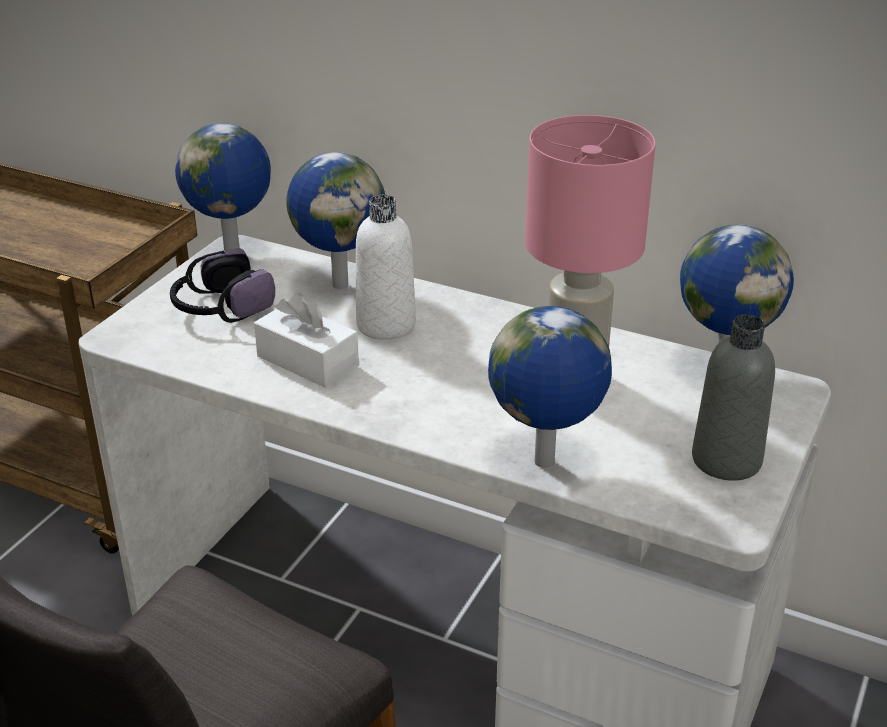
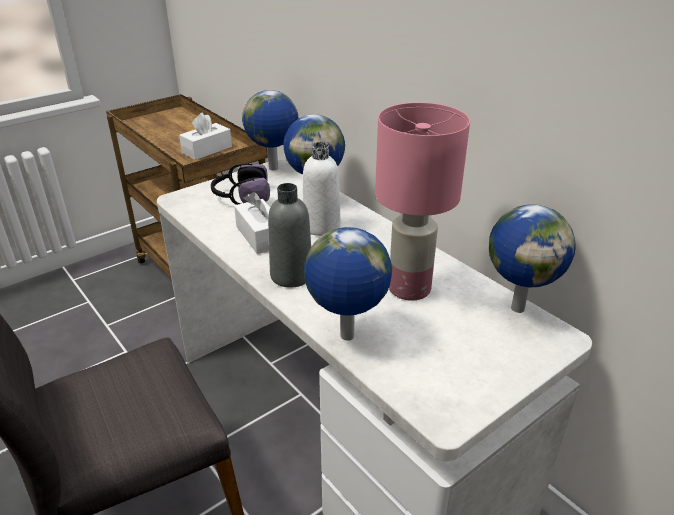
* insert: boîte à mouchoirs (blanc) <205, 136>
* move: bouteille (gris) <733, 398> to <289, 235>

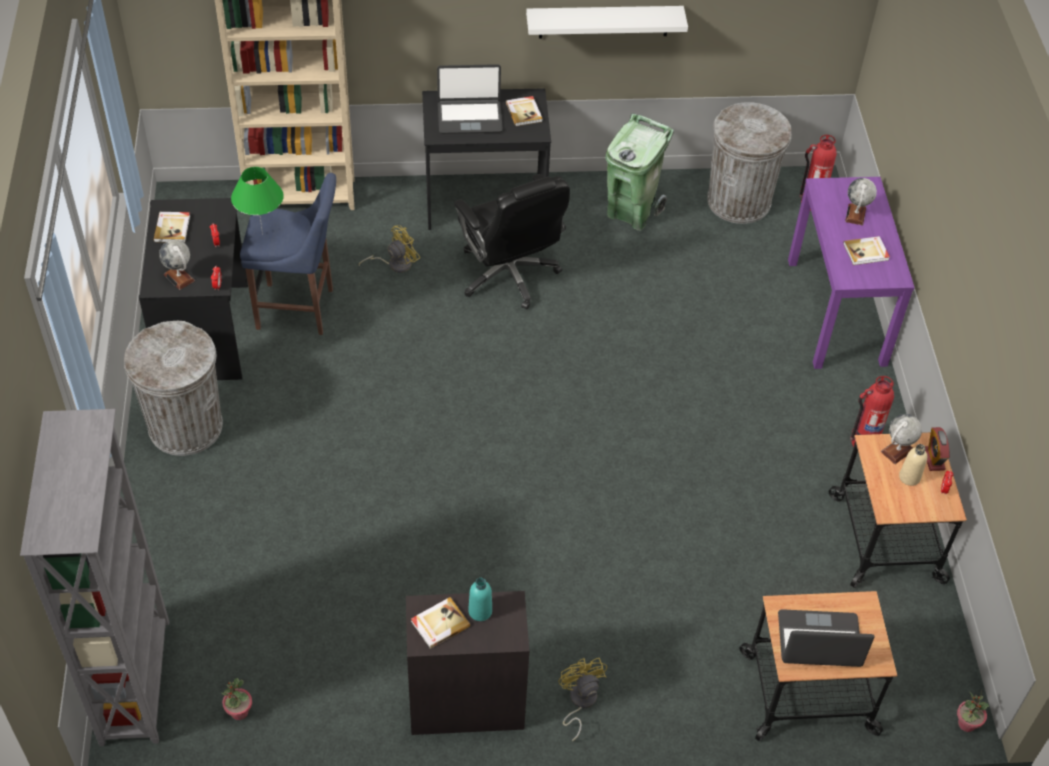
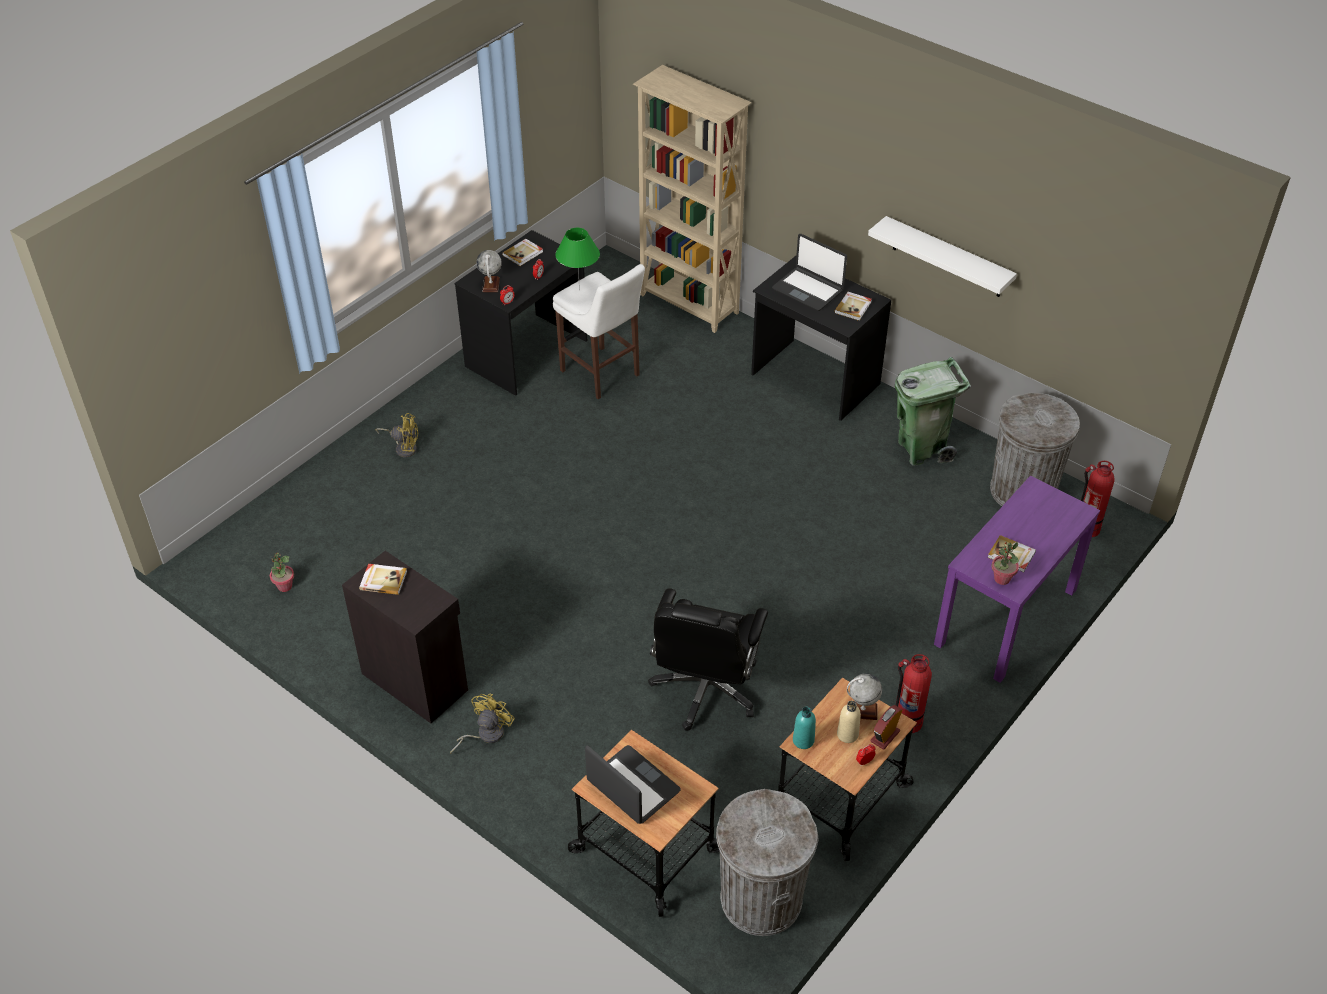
* delete: bibliothèque (gris) <94, 577>
* delete: globe <861, 201>
* move: poubelle (gris) <173, 388> to <767, 862>
* move: ventilateur (jaune) <389, 249> to <397, 435>
* move: chaise de bureau (noir) <512, 241> to <708, 659>
* move: bouteille (turquoise) <480, 599> to <804, 728>
* move: plante en pot <973, 711> to <1005, 563>
* recolor: tabouret (bleu) <288, 254> to tabouret (blanc) <599, 331>

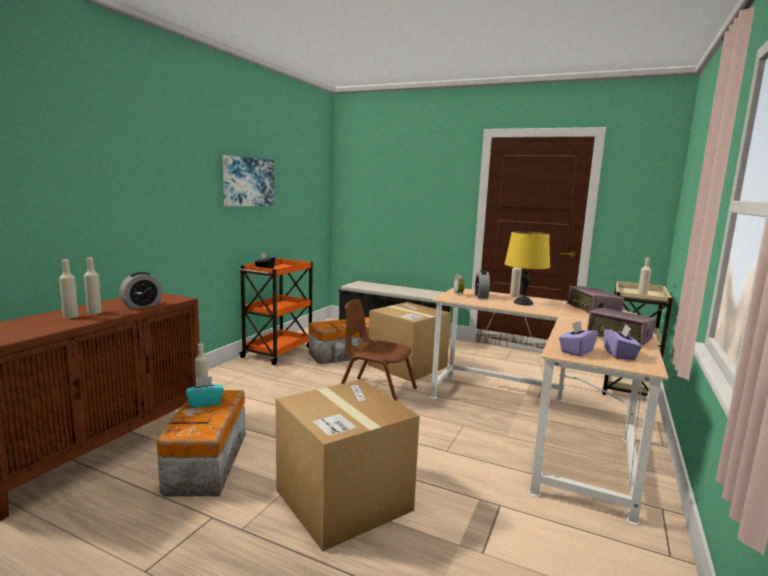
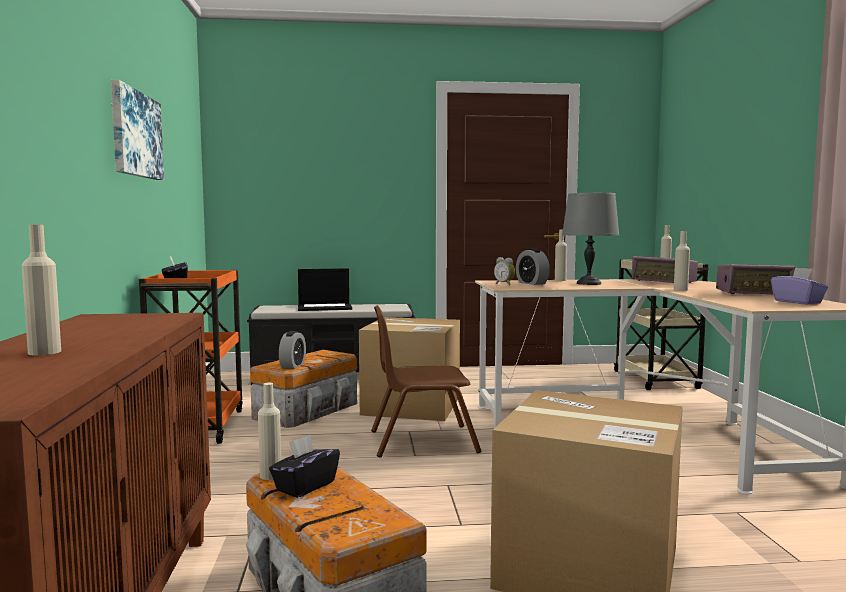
* delete: boîte à mouchoirs (violet) <578, 338>
* insert: ordinateur portable <325, 289>
* move: bouteille (beige) <93, 286> to <682, 261>
* move: réveil <141, 290> to <292, 350>
* recolor: boîte à mouchoirs (turquoise) <204, 392> to boîte à mouchoirs (noir) <304, 466>
* recolor: lampe de table (jaune) <527, 268> to lampe de table (gris) <590, 239>

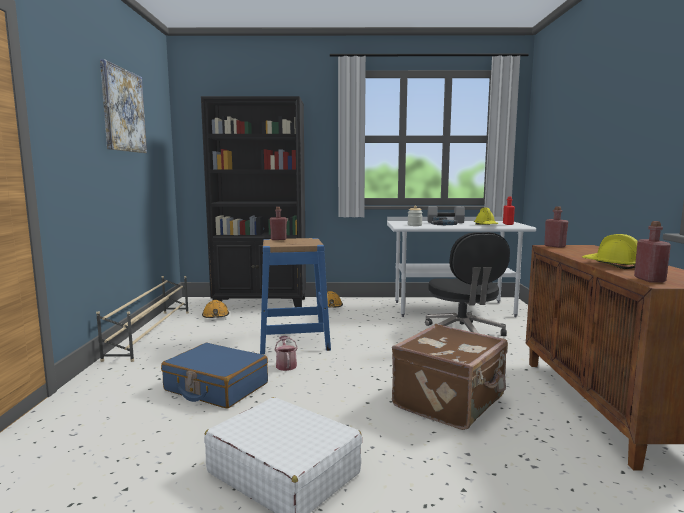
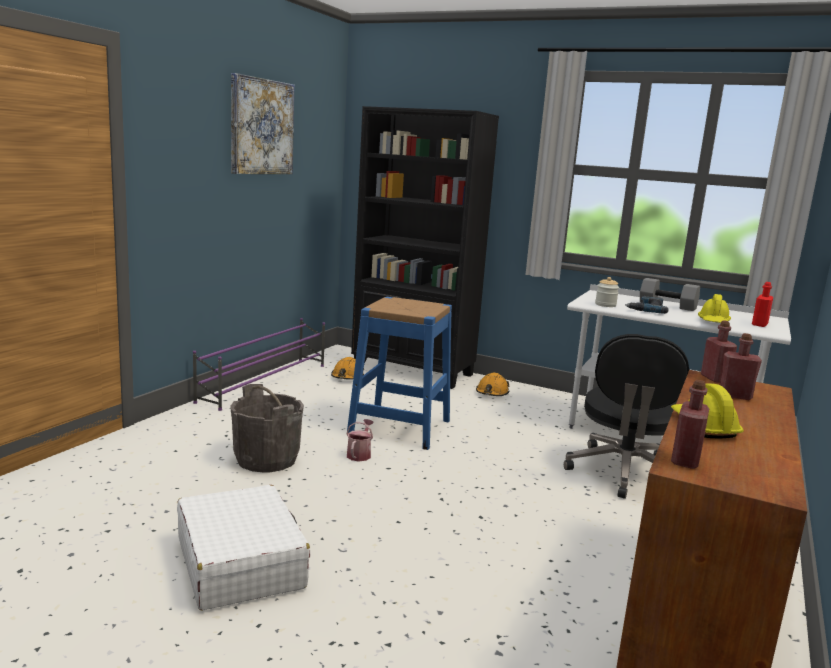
* delete: valise (marron) <450, 377>
* move: bouteille (rouge) <278, 223> to <741, 366>
* replace: valise (bleu) <214, 376> to seau (gris) <267, 428>
* recolor: étagère à chaussures (beige) <142, 319> to étagère à chaussures (violet) <259, 364>

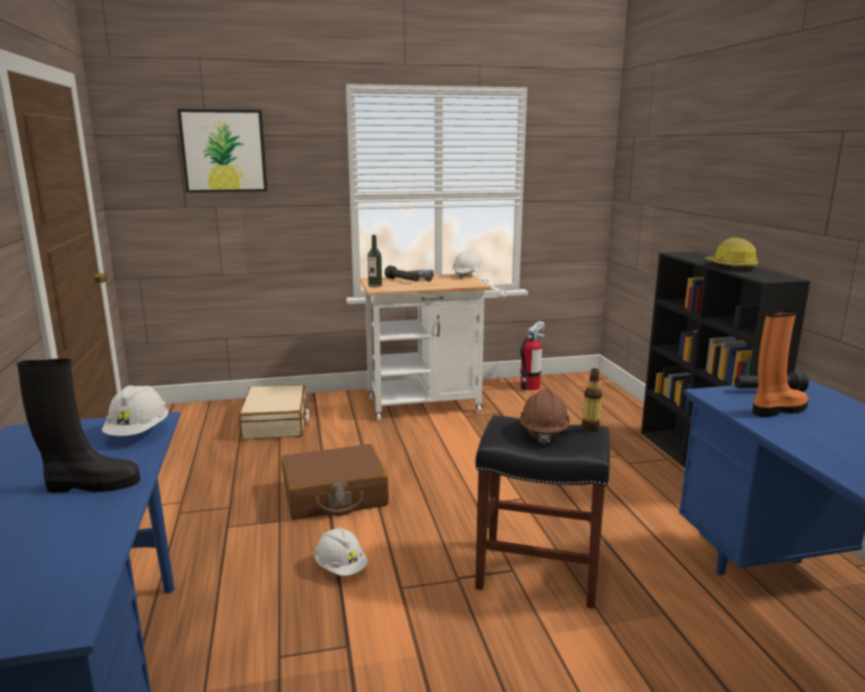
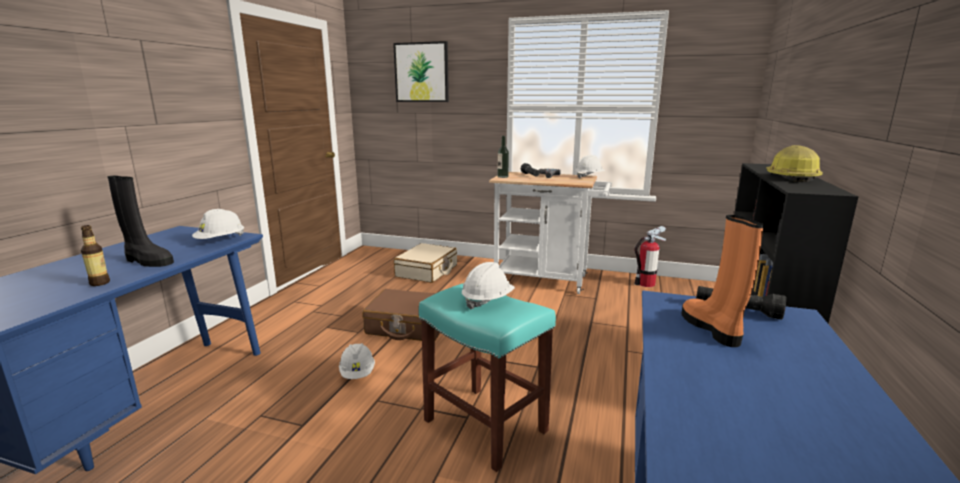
* move: bouteille <592, 400> to <95, 255>
* recolor: tabouret (noir) <542, 511> to tabouret (turquoise) <487, 377>
* recolor: casque de chantier (marron) <545, 417> to casque de chantier (blanc) <488, 286>
* rotate: botte (orange) <780, 363> = <722, 281> 105 degrees counterclockwise

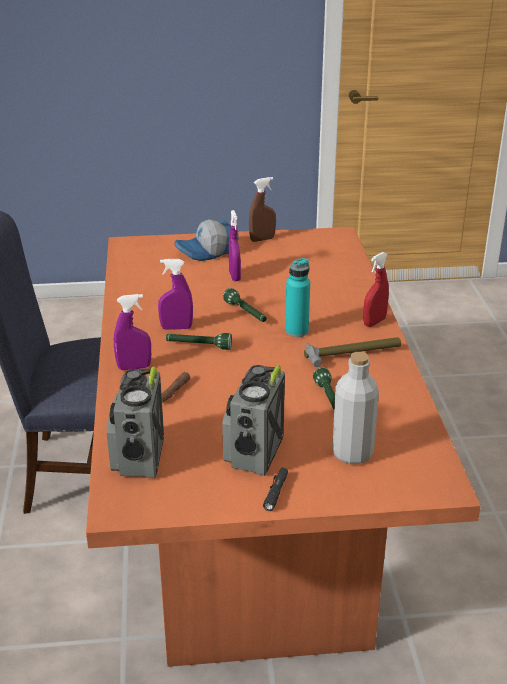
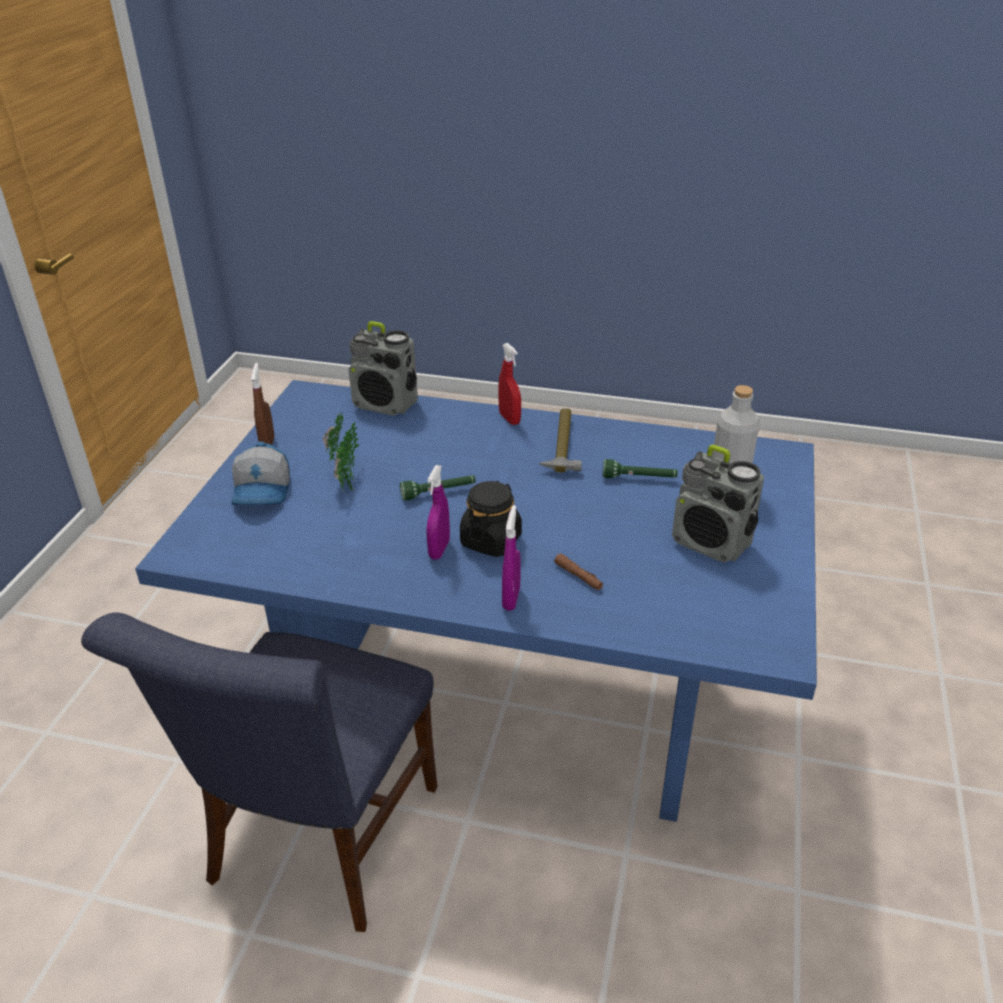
* delete: lampe de poche (noir) <275, 489>
* delete: bouteille (turquoise) <297, 297>
* move: radio <135, 422> to <383, 368>
* replace: lampe de poche (vert) <199, 341> to bocal (noir) <491, 519>
* replace: vaporisateur (violet) <235, 245> to plante en pot <341, 451>
* recolor: table à manger (orange) <283, 447> to table à manger (bleu) <476, 601>

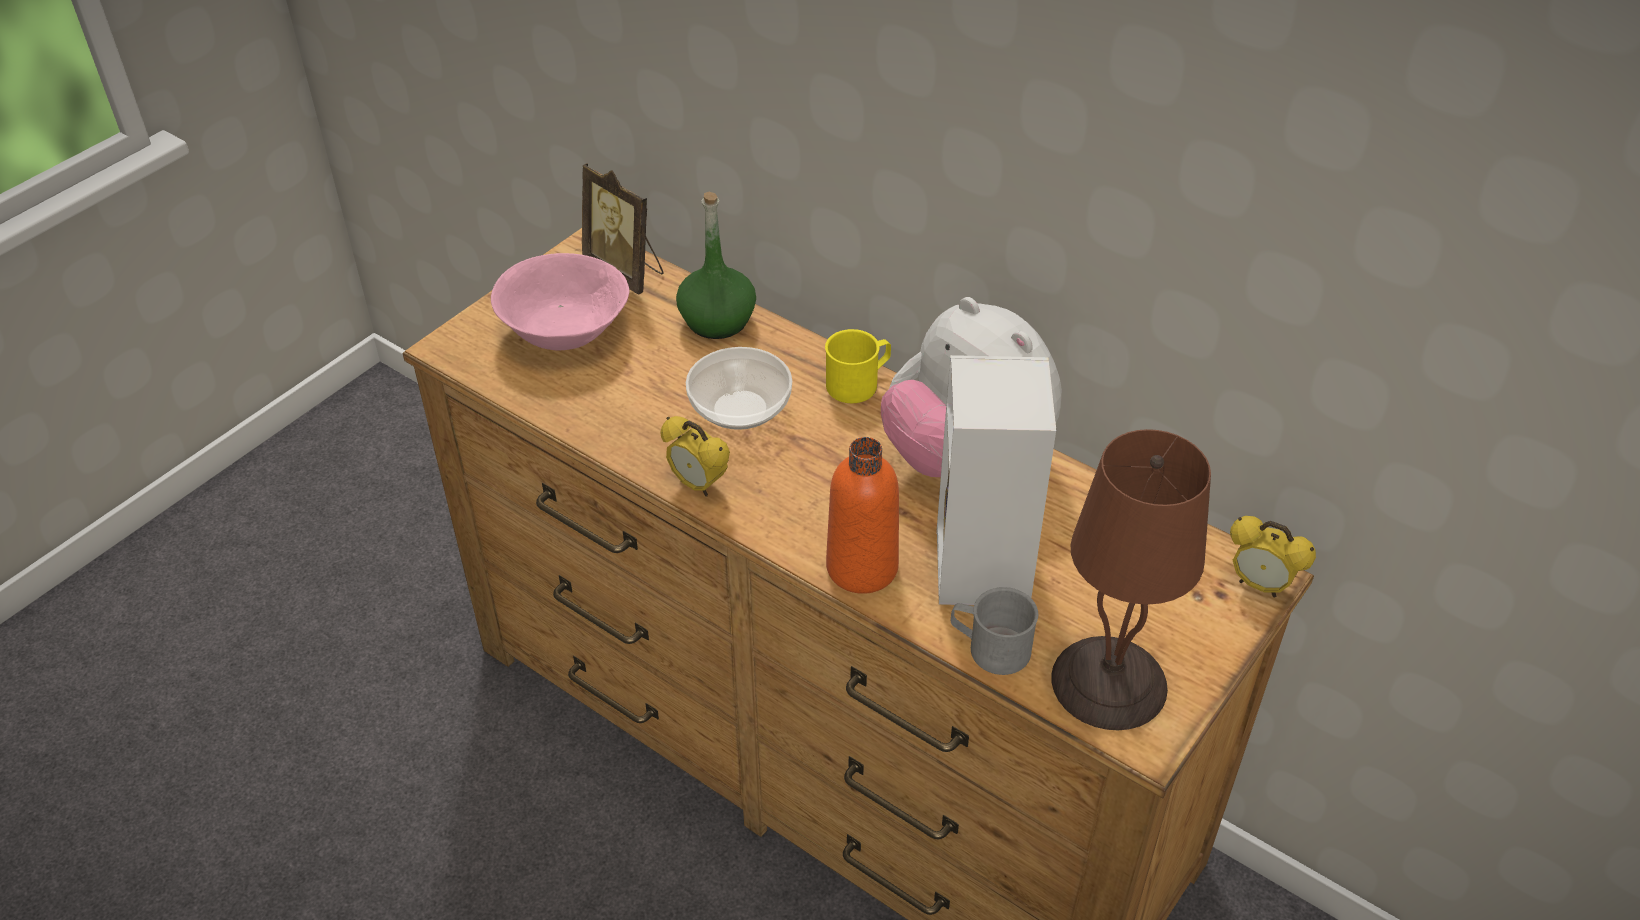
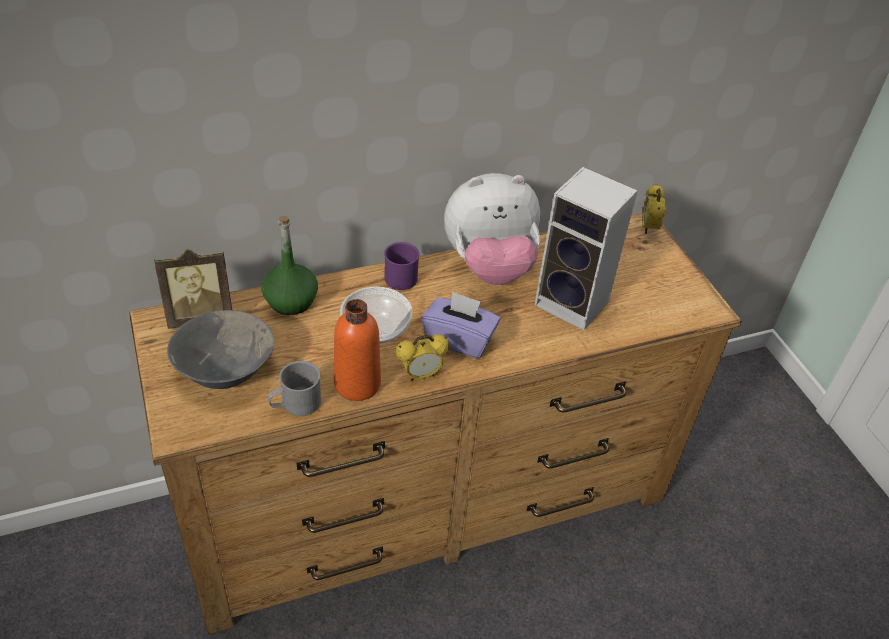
* delete: lampe de table (marron) <1131, 579>
* insert: boîte à mouchoirs (violet) <461, 324>
* move: bouteille (orange) <862, 515> to <357, 350>
* move: mug (gris) <994, 631> to <294, 388>
* recolor: bol (rose) <560, 301> to bol (gris) <221, 349>
* recolor: mug (jaune) <858, 366> to mug (violet) <401, 266>
* rotate: réveil <1273, 557> = <654, 209> 120 degrees clockwise

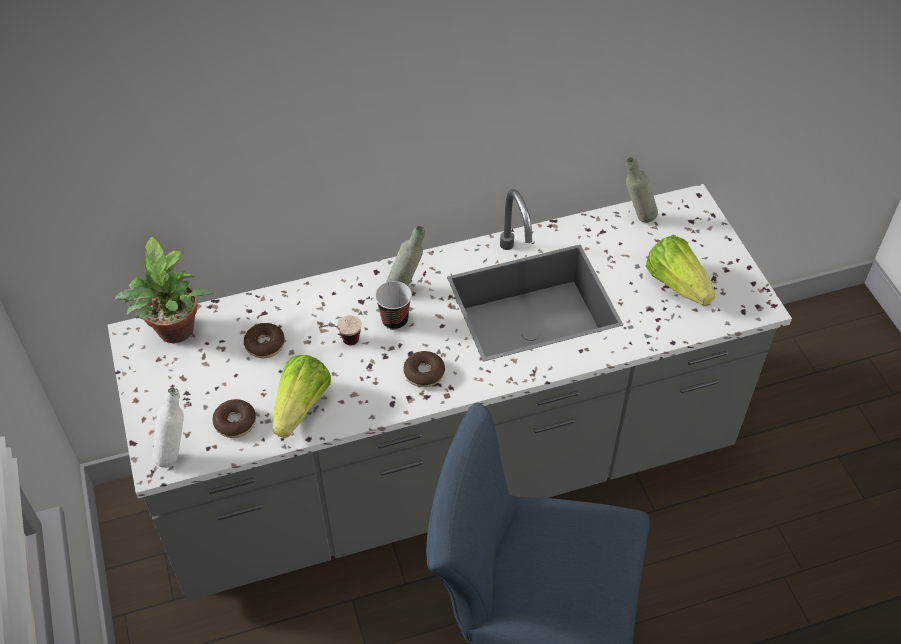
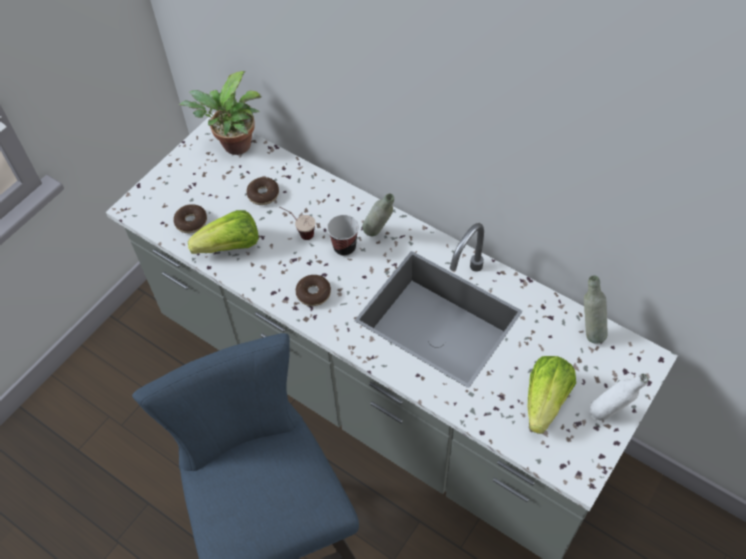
* move: bouteille (blanc) <168, 428> to <619, 397>

